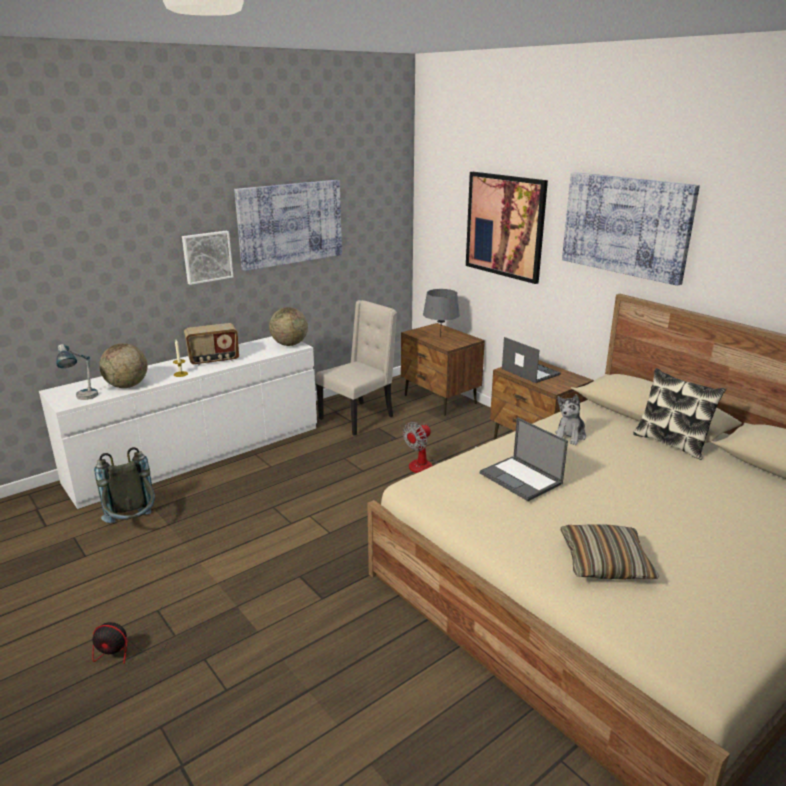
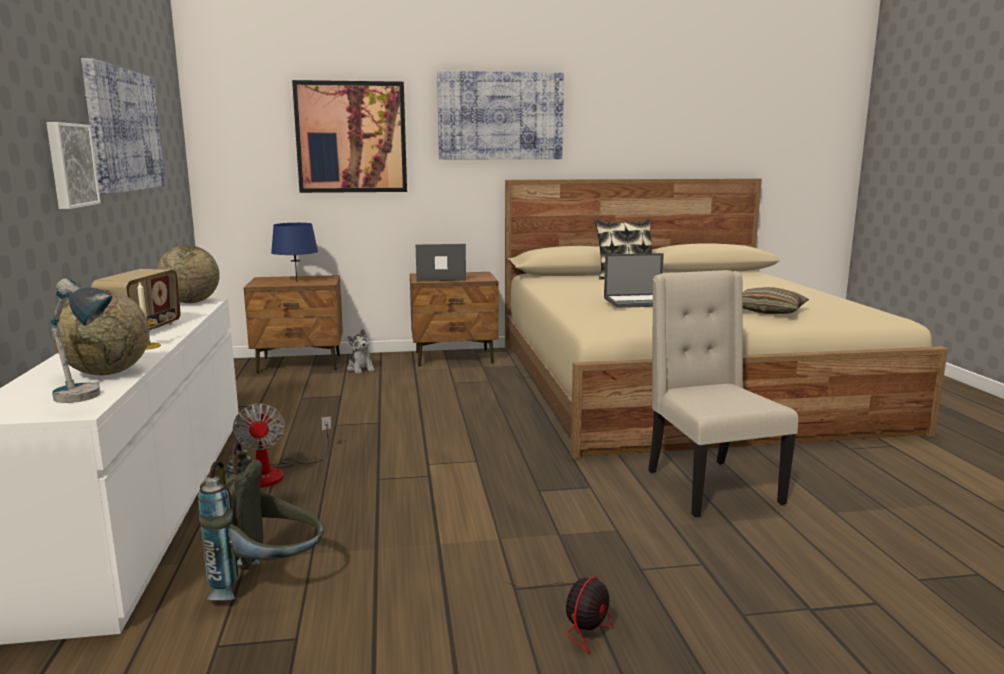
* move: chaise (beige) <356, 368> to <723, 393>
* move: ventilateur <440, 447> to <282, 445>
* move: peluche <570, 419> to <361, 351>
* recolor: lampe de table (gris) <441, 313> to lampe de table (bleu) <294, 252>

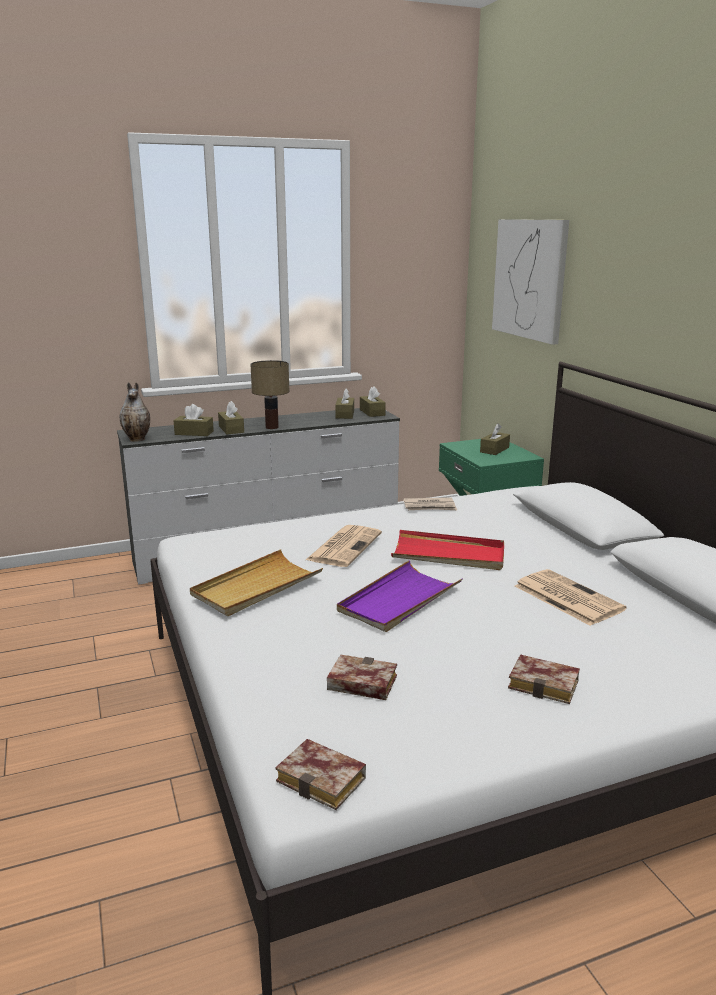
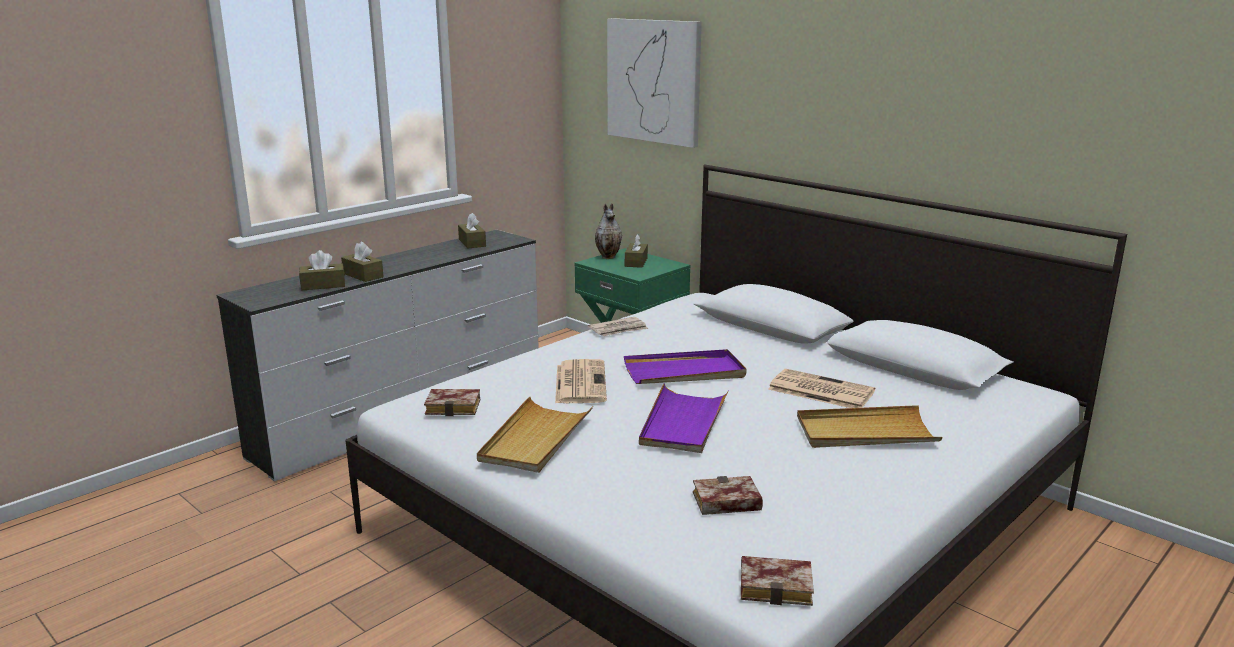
* delete: lampe de table <270, 394>
* delete: boîte à mouchoirs (marron) <373, 401>
* insert: plateau (beige) <870, 426>
* move: vase <134, 412> to <608, 231>
* move: livre <544, 679> to <452, 402>
* recolor: plateau (rouge) <447, 550> to plateau (violet) <685, 366>

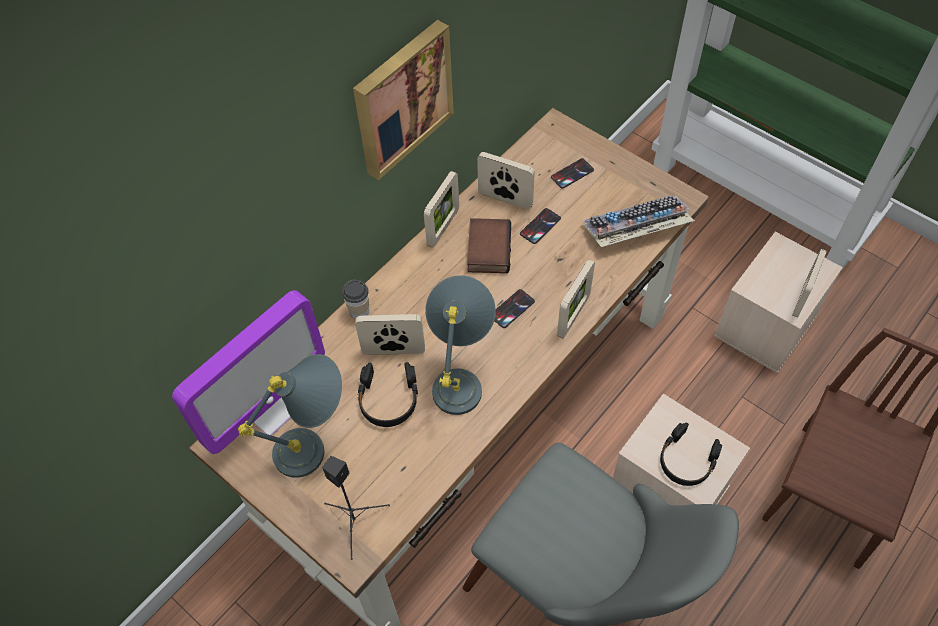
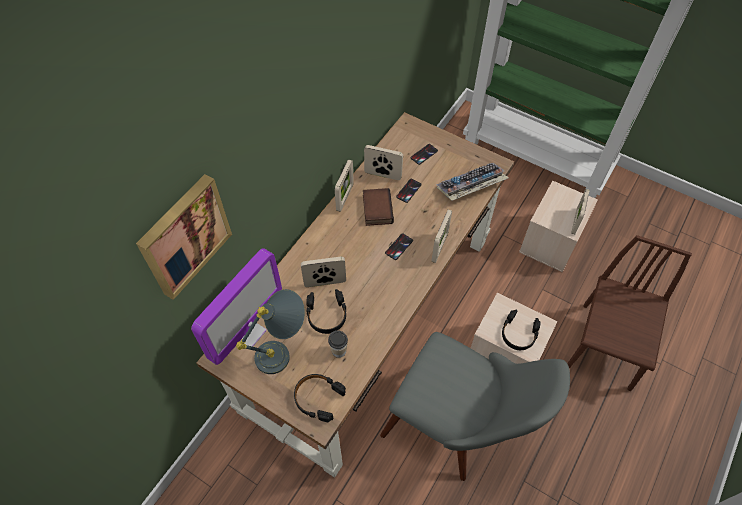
* delete: lampe de table (gris) <460, 345>
* move: tasse <355, 299> to <338, 344>
* move: tableau <403, 100> to <184, 237>
* replace: enceinte (noir) <356, 508> to casque audio (noir) <320, 398>

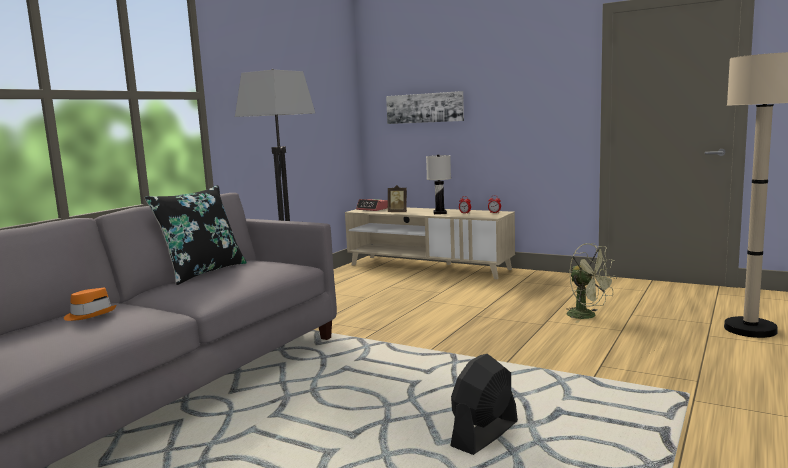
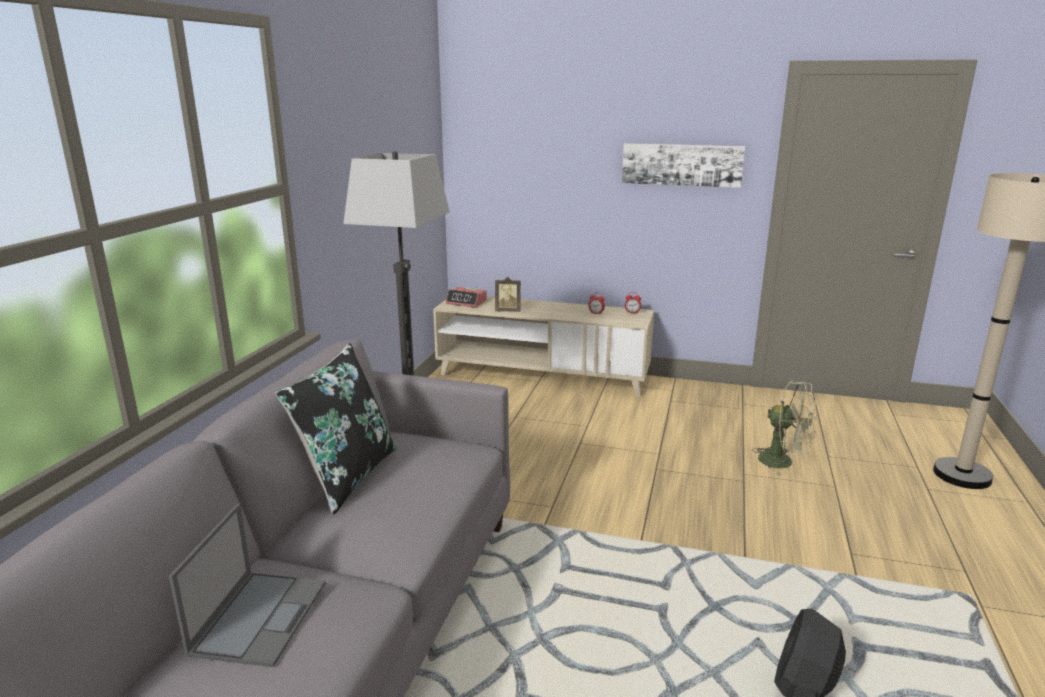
* delete: lampe de table (blanc) <438, 184>
* move: tableau <425, 107> to <683, 165>
* replace: chapeau (orange) <90, 304> to ordinateur portable <247, 585>

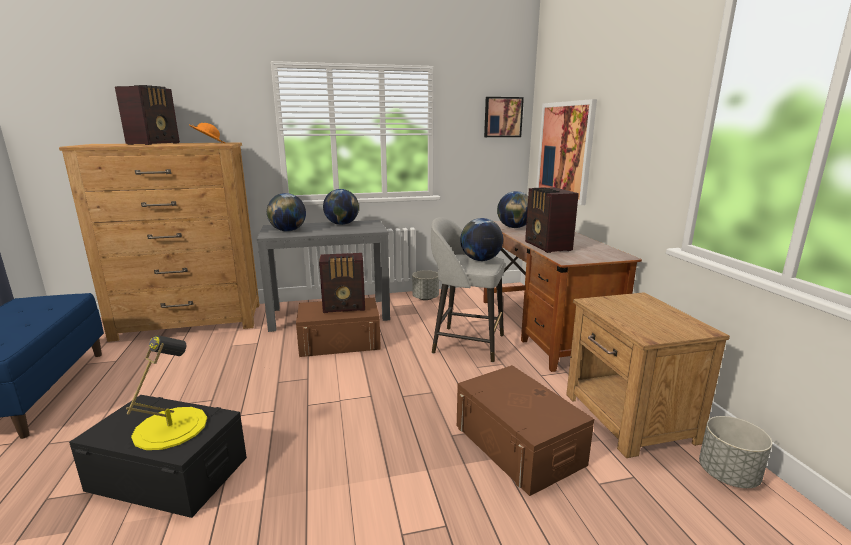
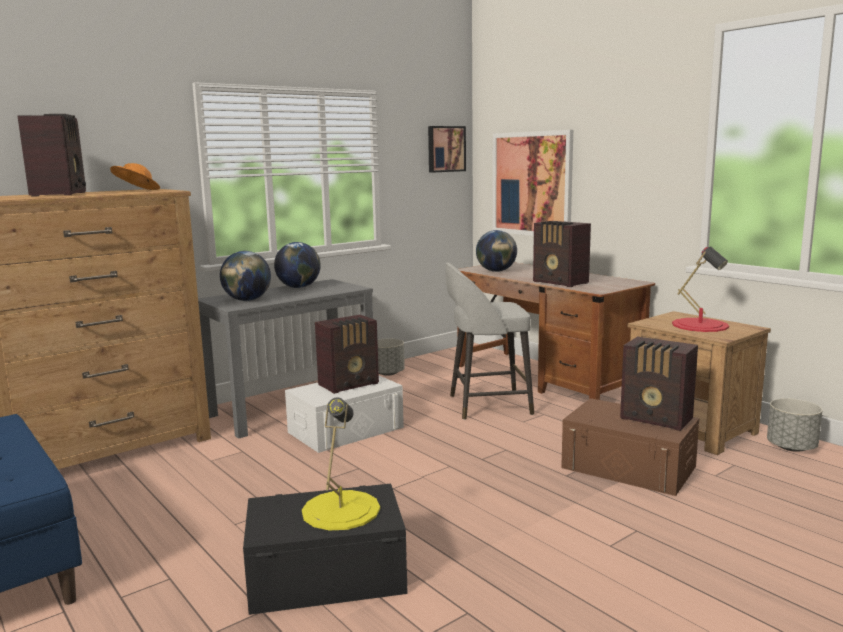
* delete: globe <481, 239>
* insert: radio <659, 384>
* insert: lampe de table (rouge) <700, 289>
* recolor: boîte de rangement (marron) <338, 327> to boîte de rangement (blanc) <344, 414>

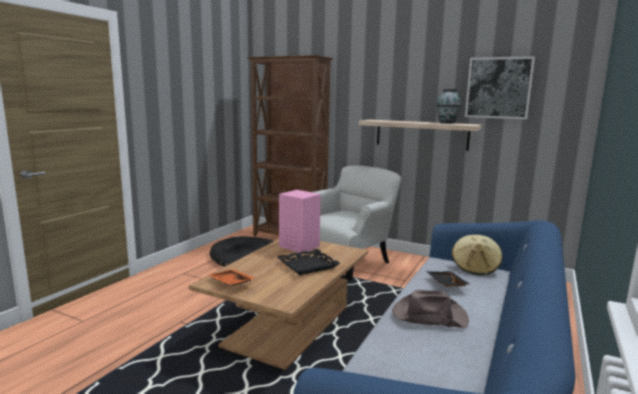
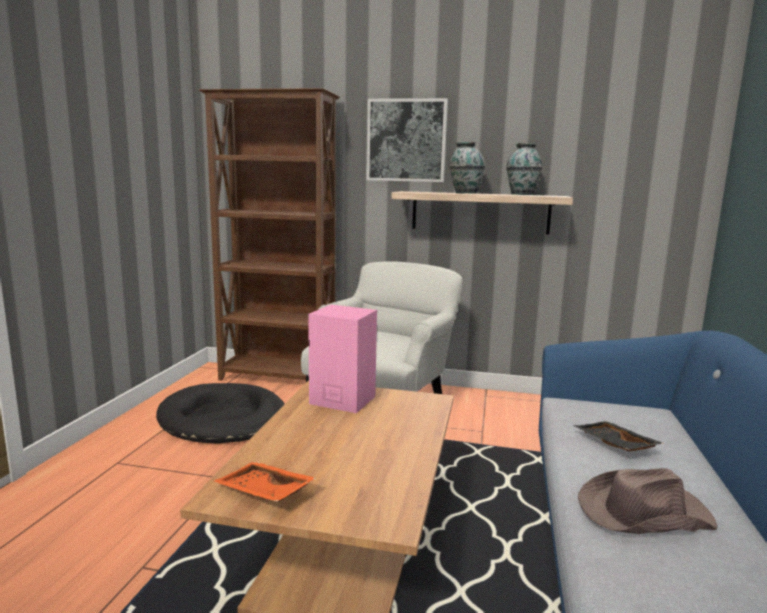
* delete: plateau (noir) <308, 262>
* delete: chapeau (beige) <477, 255>
* insert: vase <467, 168>
* move: tableau <500, 87> to <407, 140>

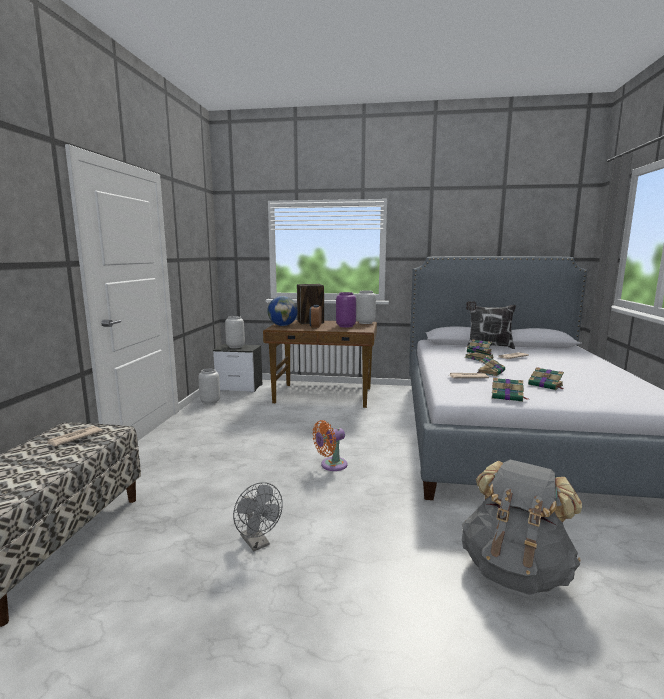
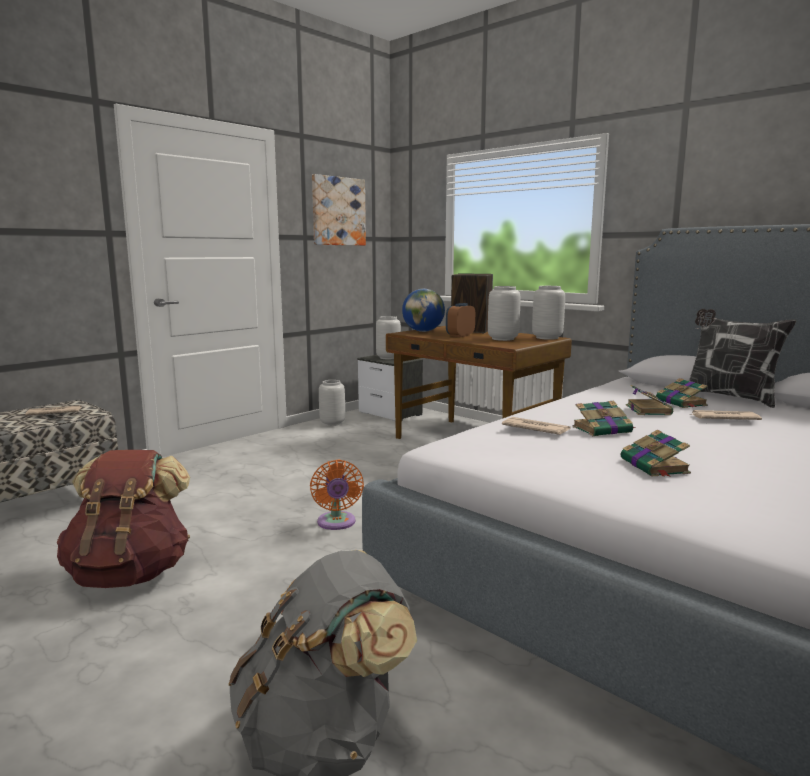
* delete: livre <510, 390>
* insert: tableau <339, 209>
* replace: ventilateur (gris) <258, 517> to sac à dos (marron) <123, 519>
* recolor: vase (violet) <346, 309> to vase (gris) <504, 313>
* rotate: ventilateur (orange) <330, 445> = <337, 495> 105 degrees counterclockwise

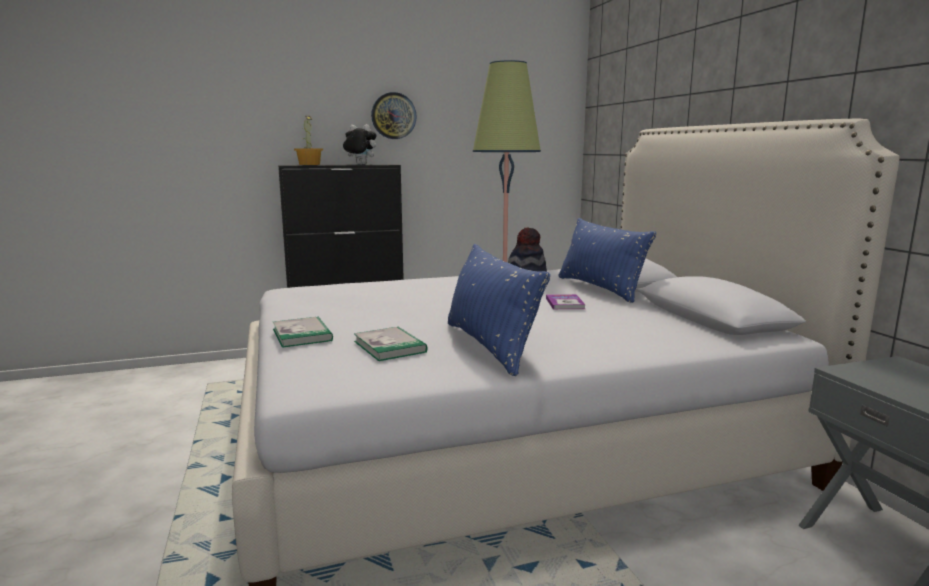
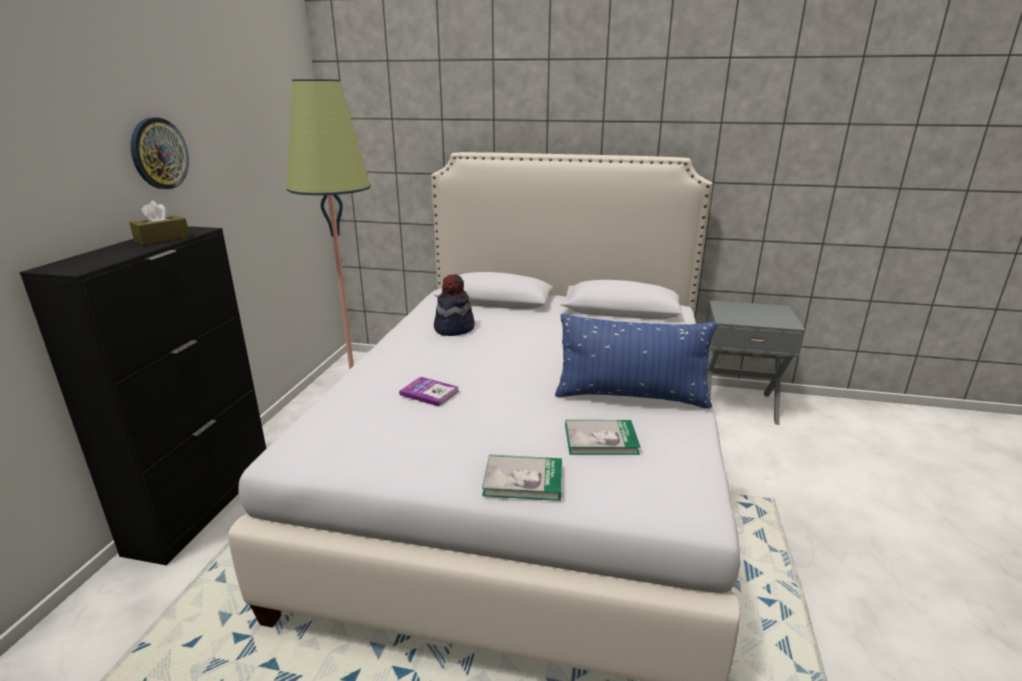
* delete: plante en pot <308, 140>
* delete: coussin (bleu) <607, 260>
* move: livre <566, 301> to <429, 392>
* replace: peluche <359, 144> to boîte à mouchoirs (marron) <159, 223>

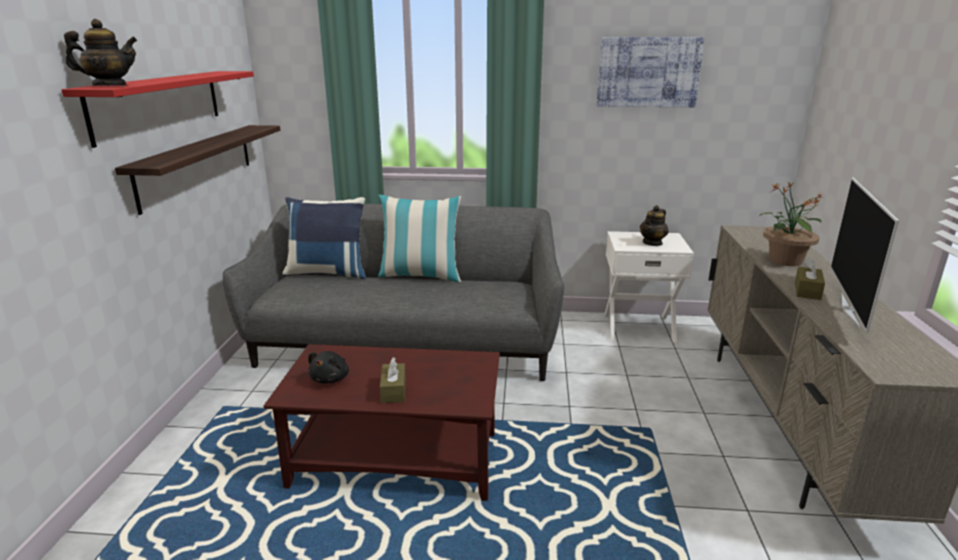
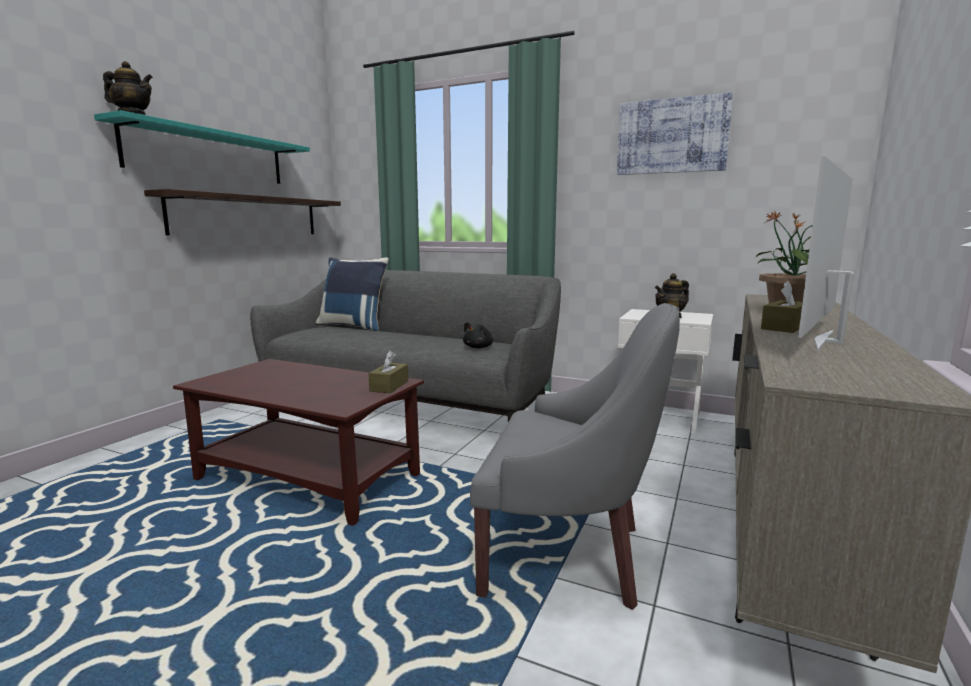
* delete: coussin <419, 238>
* insert: fauteuil (gris) <575, 456>
* move: peluche (noir) <328, 367> to <478, 335>
* move: boîte à mouchoirs (marron) <393, 380> to <388, 372>
* recolor: étagère (rouge) <157, 109> to étagère (turquoise) <202, 147>

